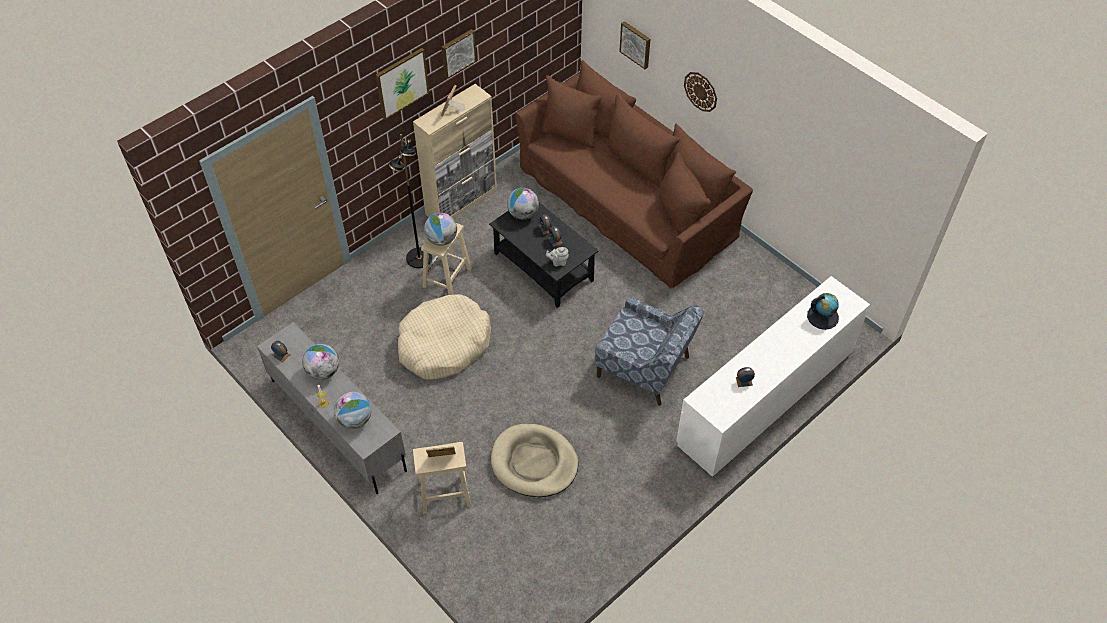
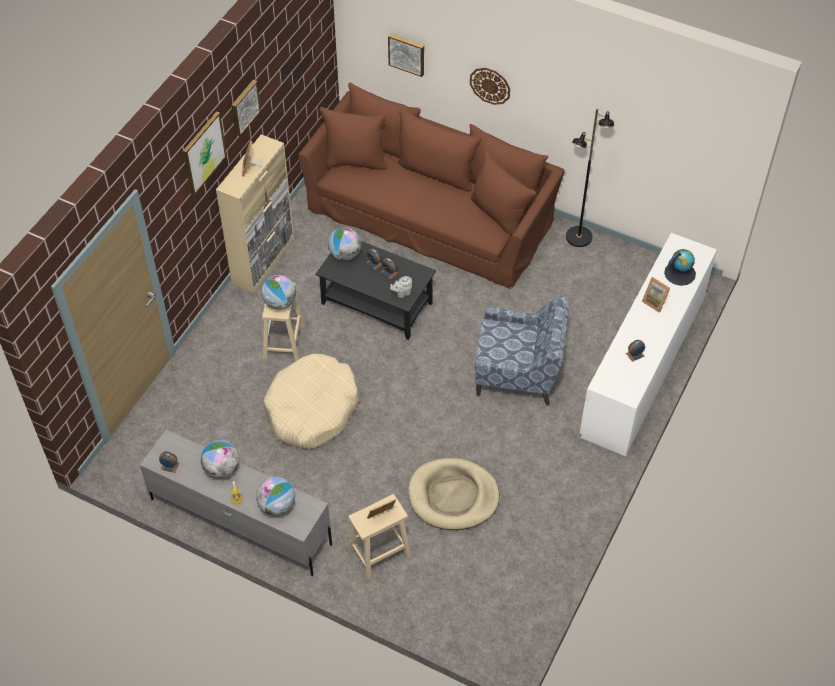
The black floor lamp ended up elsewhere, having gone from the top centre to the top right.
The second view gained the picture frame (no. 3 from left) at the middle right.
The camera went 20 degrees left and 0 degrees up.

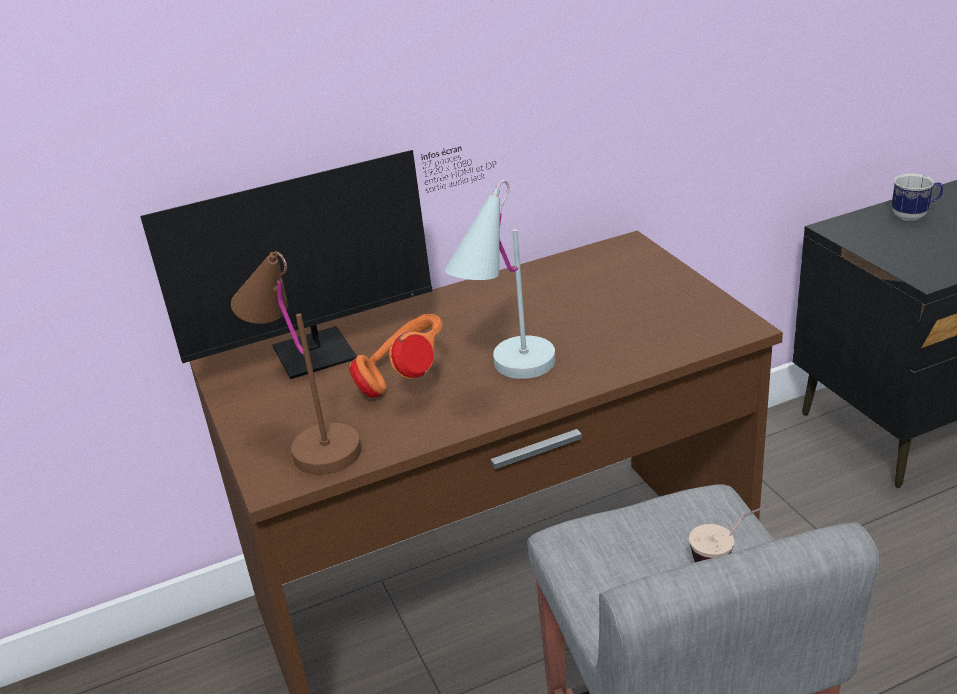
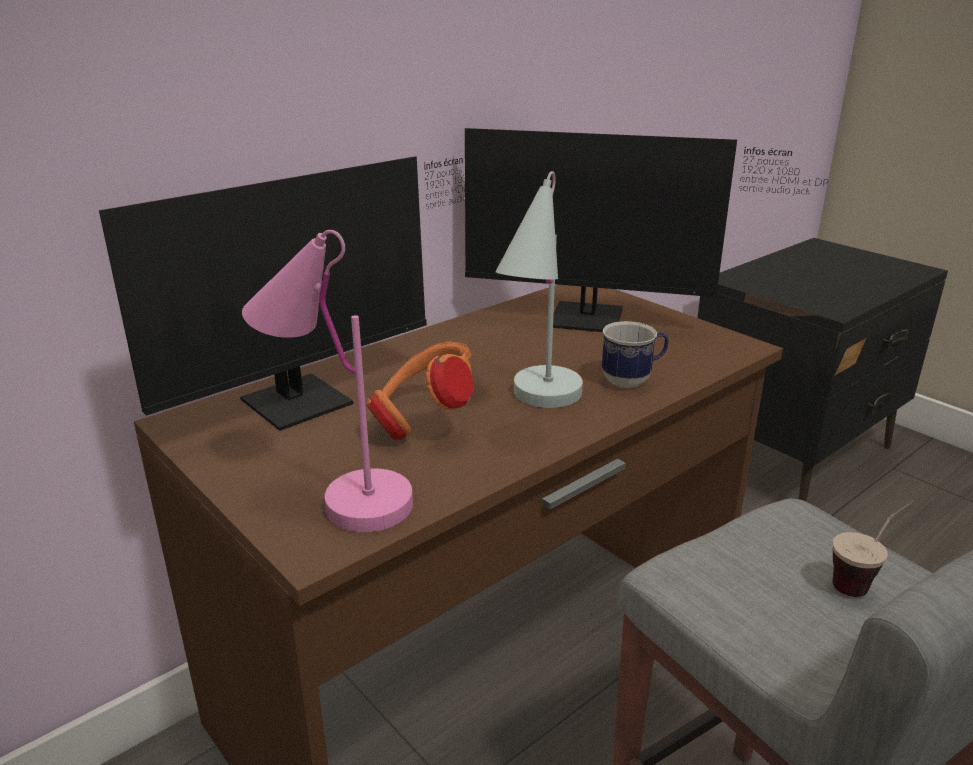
What was the brown table lamp at the middle left turned into the pink table lamp at the centre.
The second view gained the monitor (no. 2 from left) at the top centre.
The mug ended up elsewhere, having gone from the top right to the centre.
The camera went 20 degrees left and 5 degrees down.

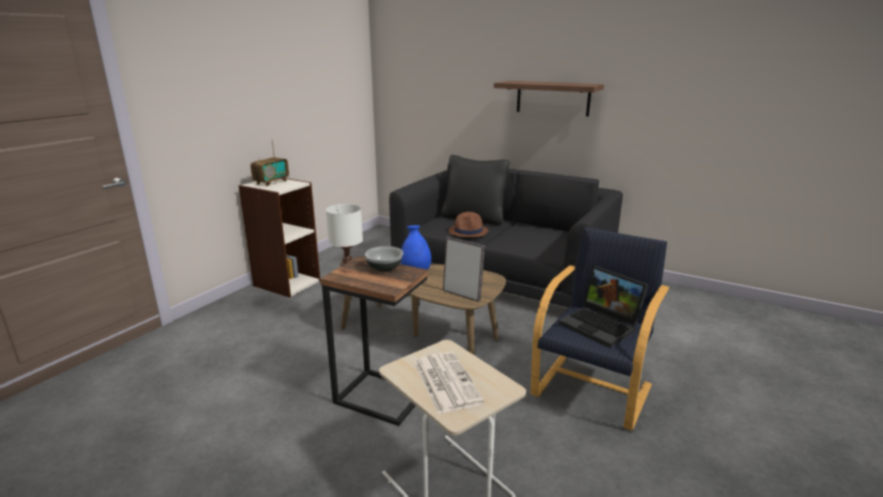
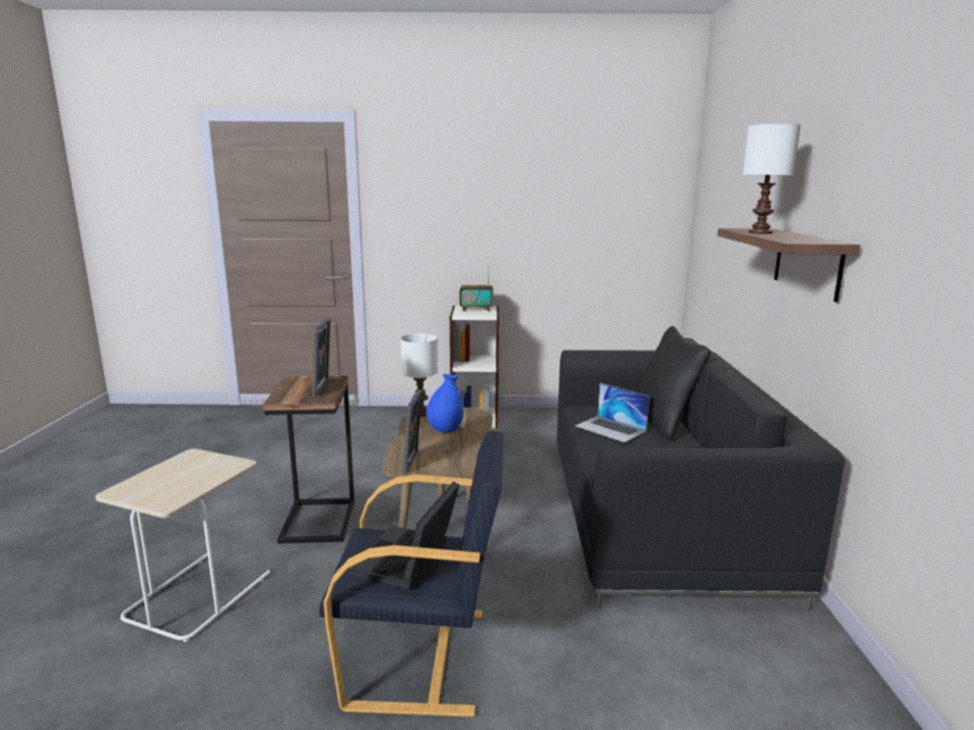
Where the bowl stood at the centre, the picture frame (no. 1 from left) came to stand at the middle left.
Where the brown hat stood at the centre, the laptop (no. 2 from left) came to stand at the centre.
The second view gained the white table lamp (no. 2 from left) at the top right.
The second view lost the newspaper at the bottom centre.
The camera went 60 degrees right and 5 degrees down.

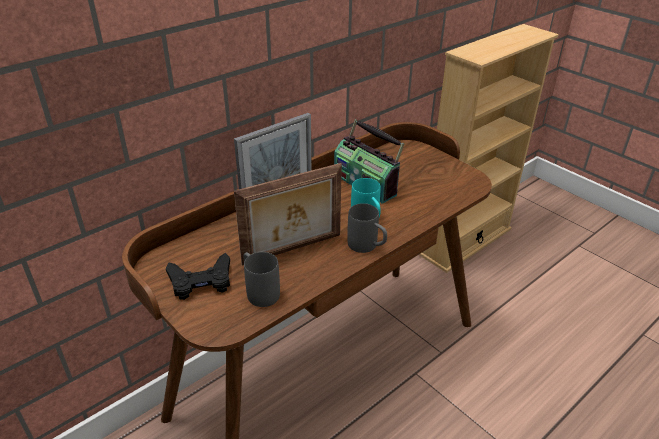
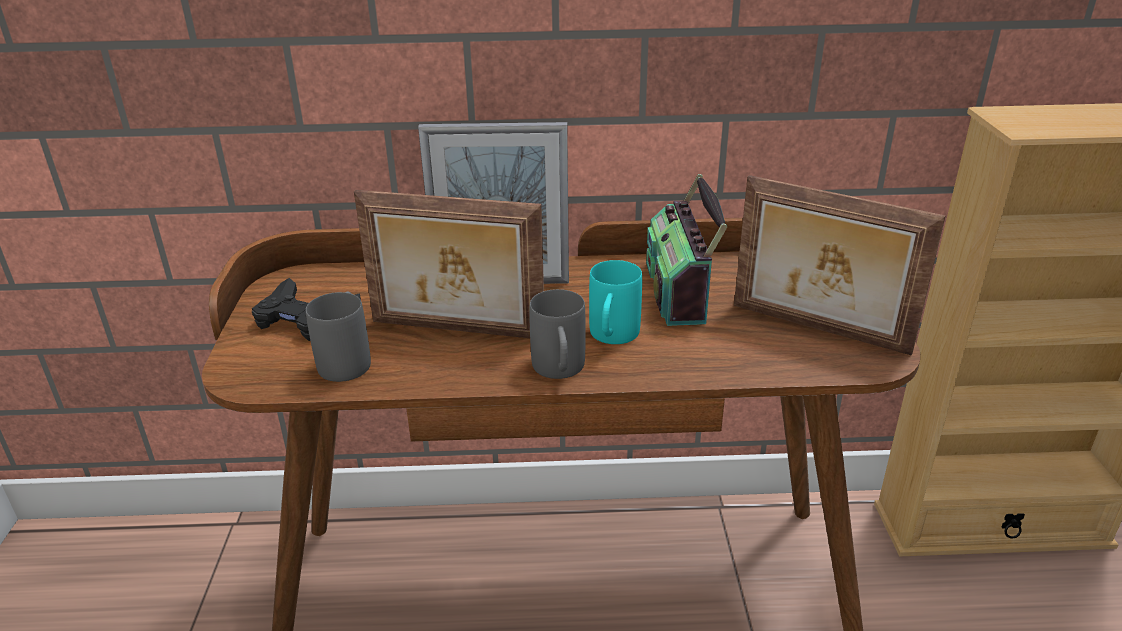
The second view gained the picture frame (no. 3 from left) at the middle right.
The camera went 40 degrees right and 5 degrees down.

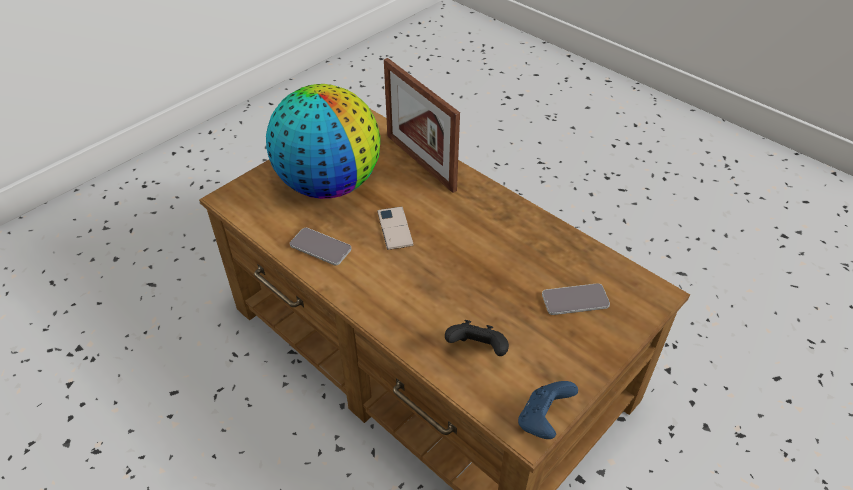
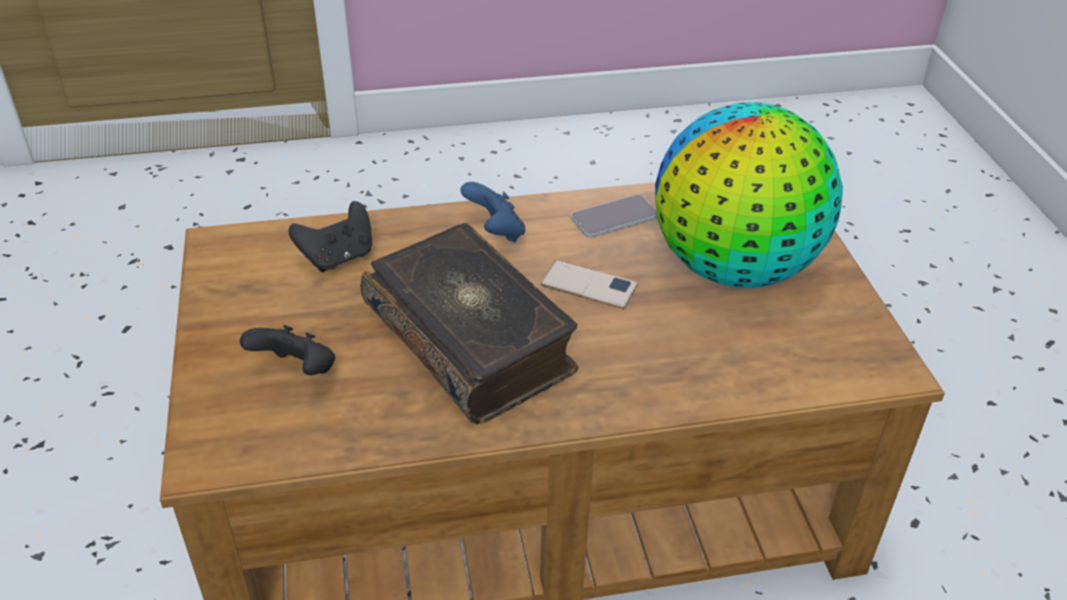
Where the phone (no. 3 from left) stood at the middle right, the black game controller (no. 1 from left) came to stand at the middle left.
The second view gained the book at the centre.
The blue game controller ended up elsewhere, having gone from the bottom centre to the centre.
The second view lost the picture frame at the top centre.
The camera went 125 degrees right and 5 degrees down.

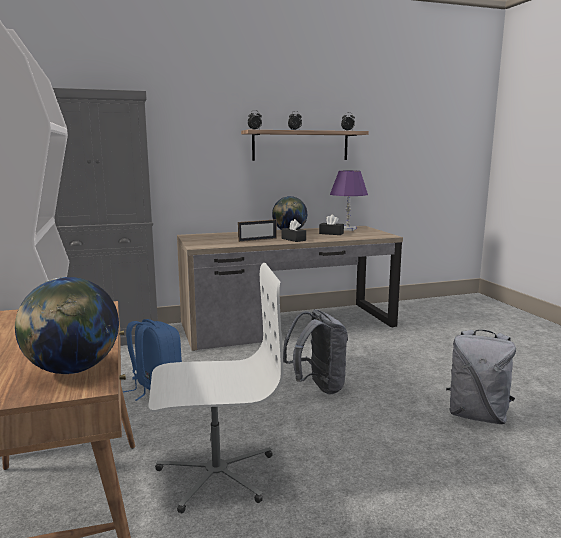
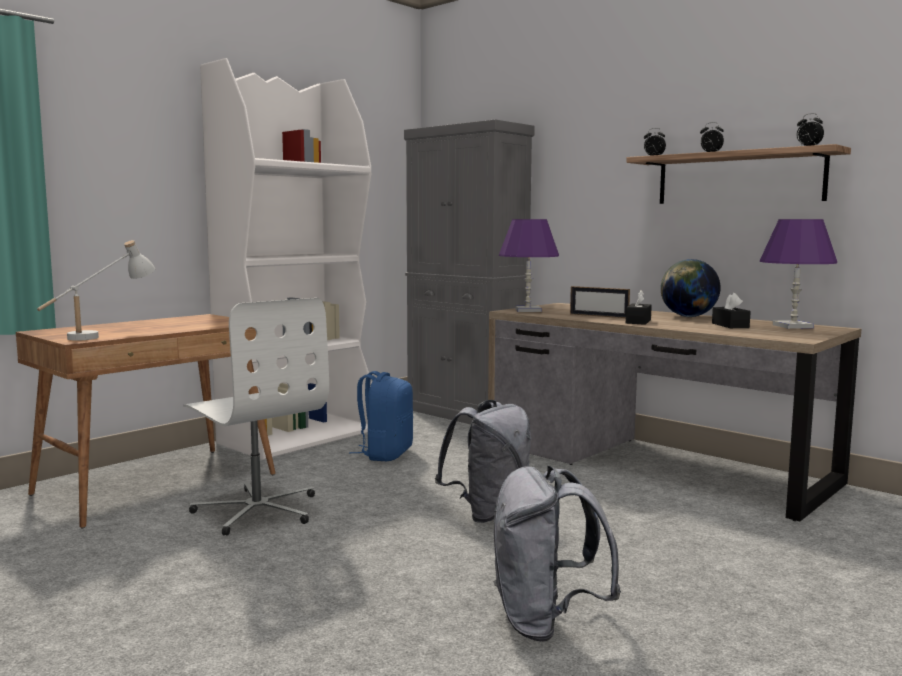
Where the globe (no. 1 from left) stood at the middle left, the white table lamp came to stand at the middle left.
The second view gained the purple table lamp (no. 1 from left) at the centre.
The camera went 60 degrees right and 5 degrees down.

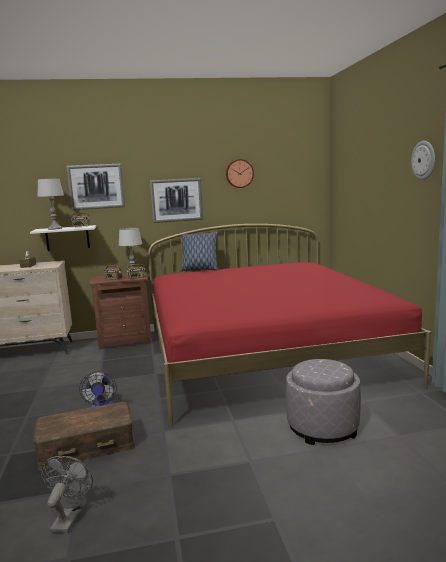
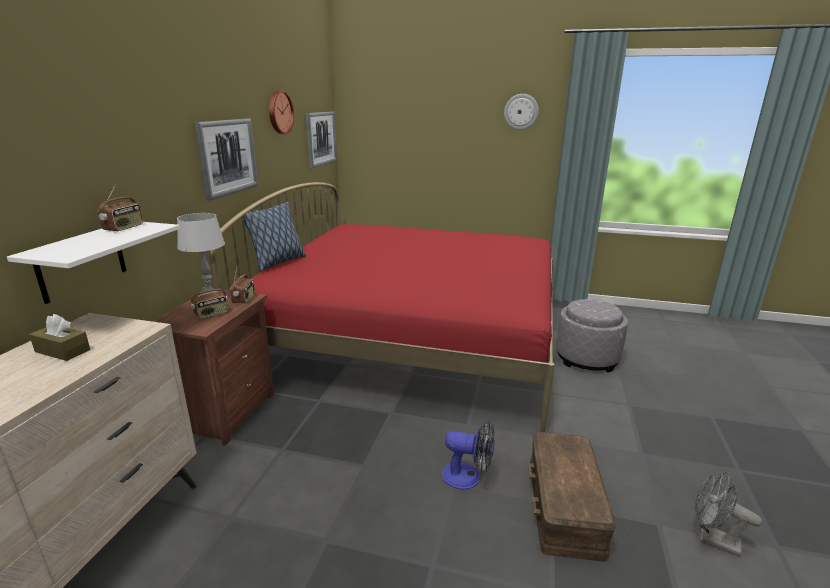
The picture (no. 1 from left in the first image) ended up elsewhere, having gone from the top left to the top centre.
The second view lost the grey table lamp (no. 1 from left) at the middle left.
The camera went 65 degrees left and 10 degrees up.

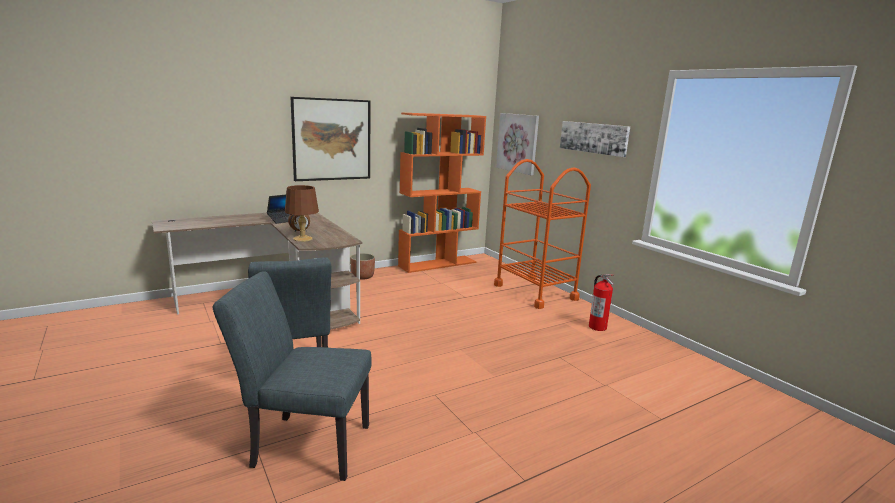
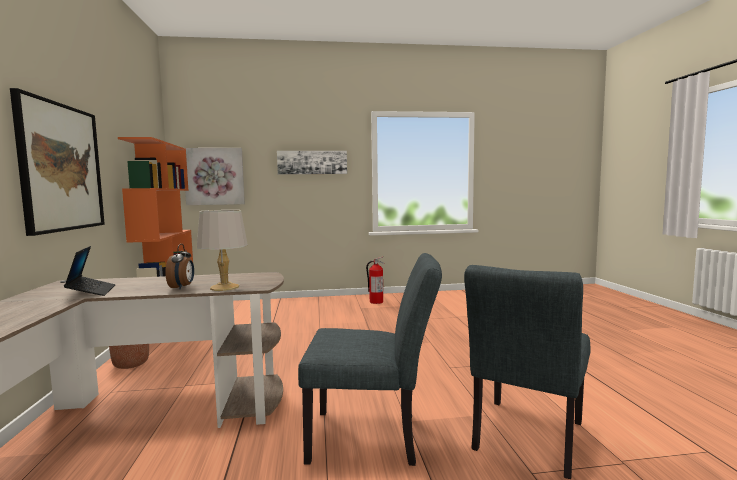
What was the brown table lamp at the centre turned into the grey table lamp at the middle left.
The second view lost the orange cart at the centre.
The camera went 65 degrees left and 10 degrees down.

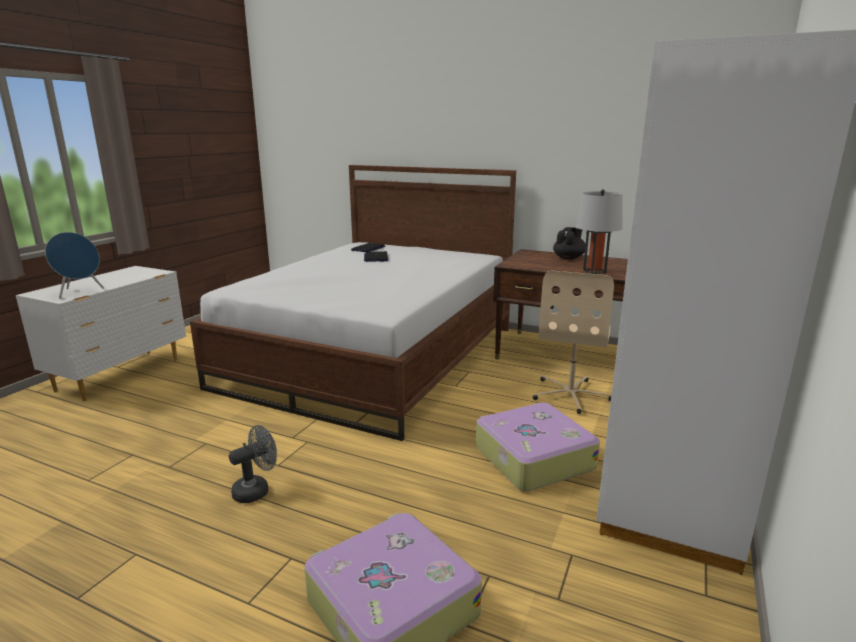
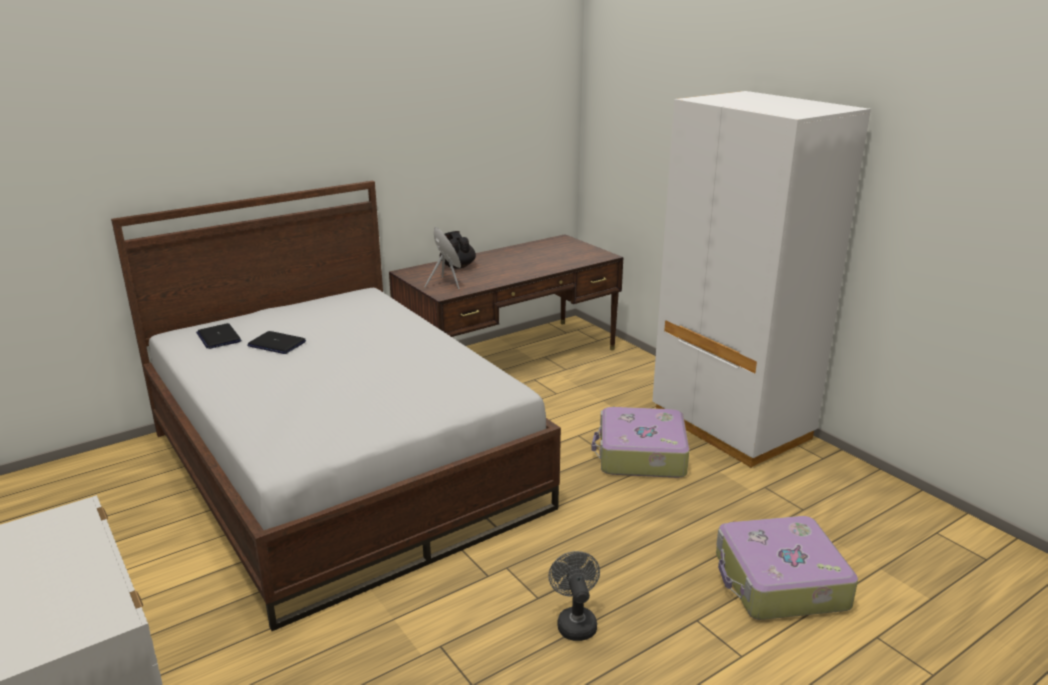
The blue speaker ended up elsewhere, having gone from the middle left to the centre.
The second view lost the beige office chair at the middle right.
The second view lost the grey table lamp at the middle right.
The camera went 60 degrees left and 5 degrees up.

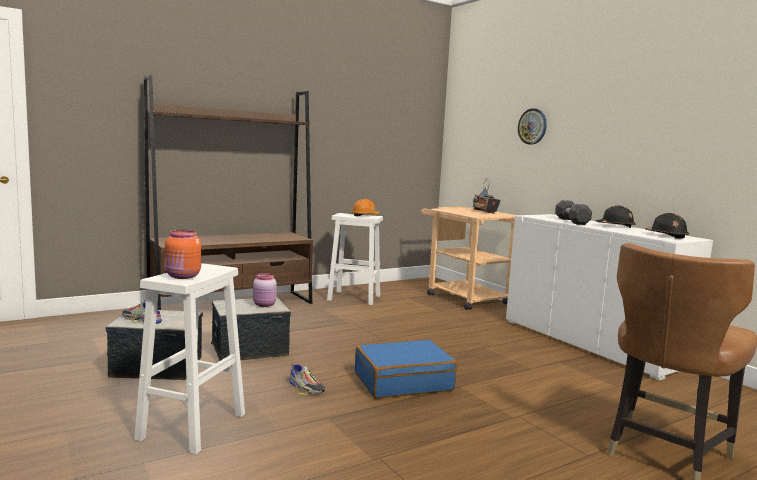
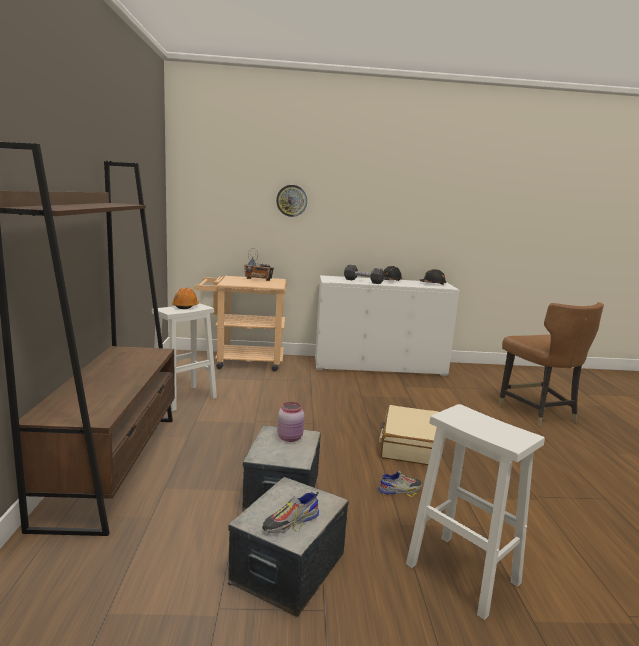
What was the blue suitcase at the bottom centre turned into the beige suitcase at the bottom centre.
The second view lost the orange jar at the middle left.
The camera went 60 degrees left and 5 degrees up.

